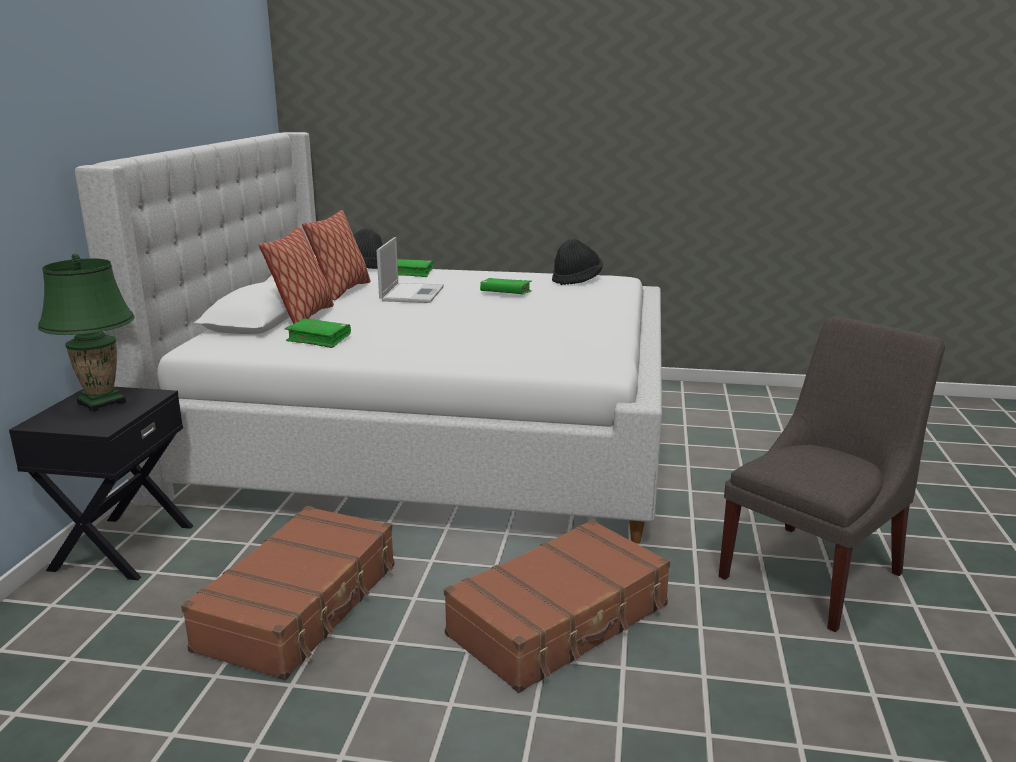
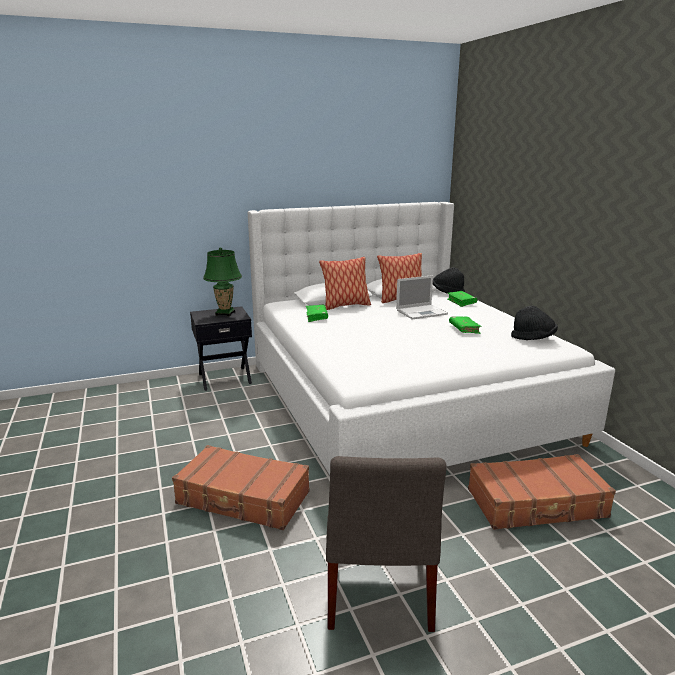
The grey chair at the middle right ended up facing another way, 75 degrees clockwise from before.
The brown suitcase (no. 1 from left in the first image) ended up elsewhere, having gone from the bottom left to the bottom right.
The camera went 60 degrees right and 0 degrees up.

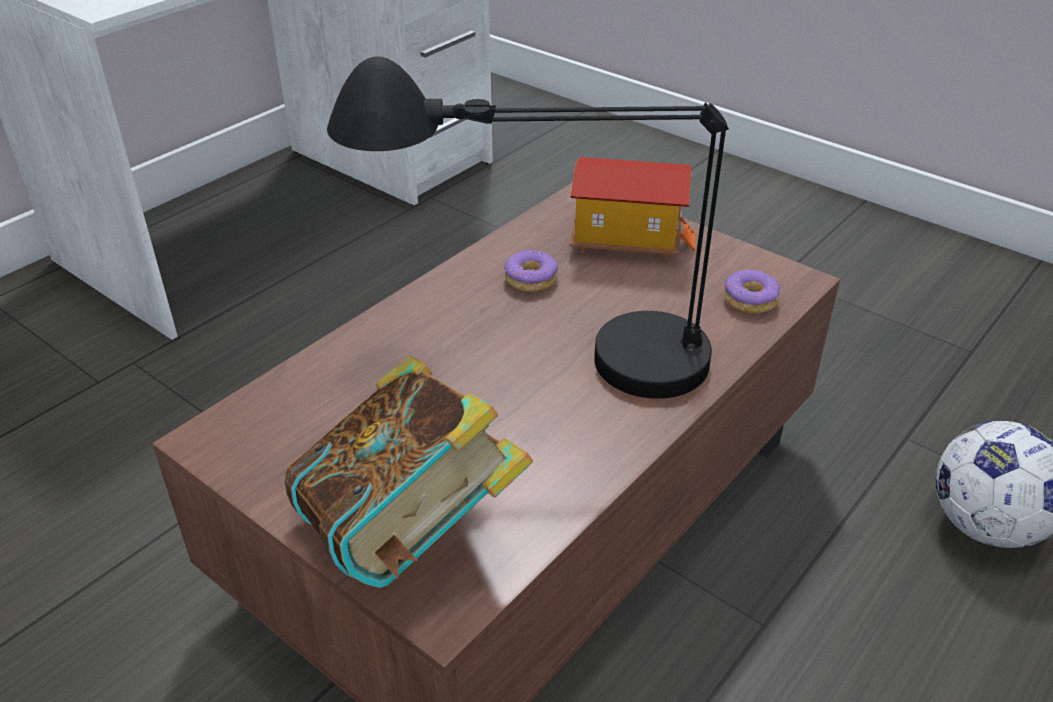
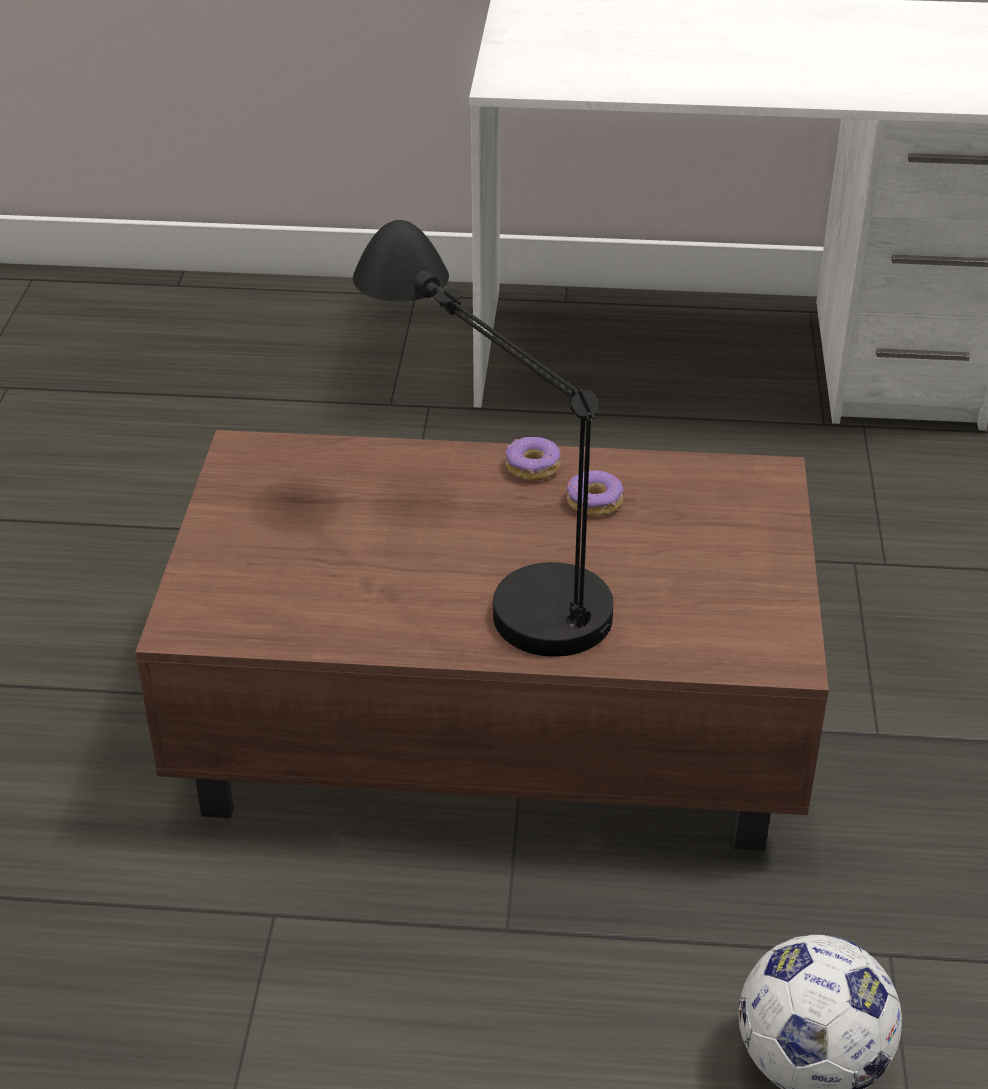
The donut (no. 2 from left in the first image) ended up elsewhere, having gone from the middle right to the centre.
The second view lost the book at the bottom centre.
The second view lost the toy house at the top centre.
The camera went 55 degrees right and 0 degrees up.

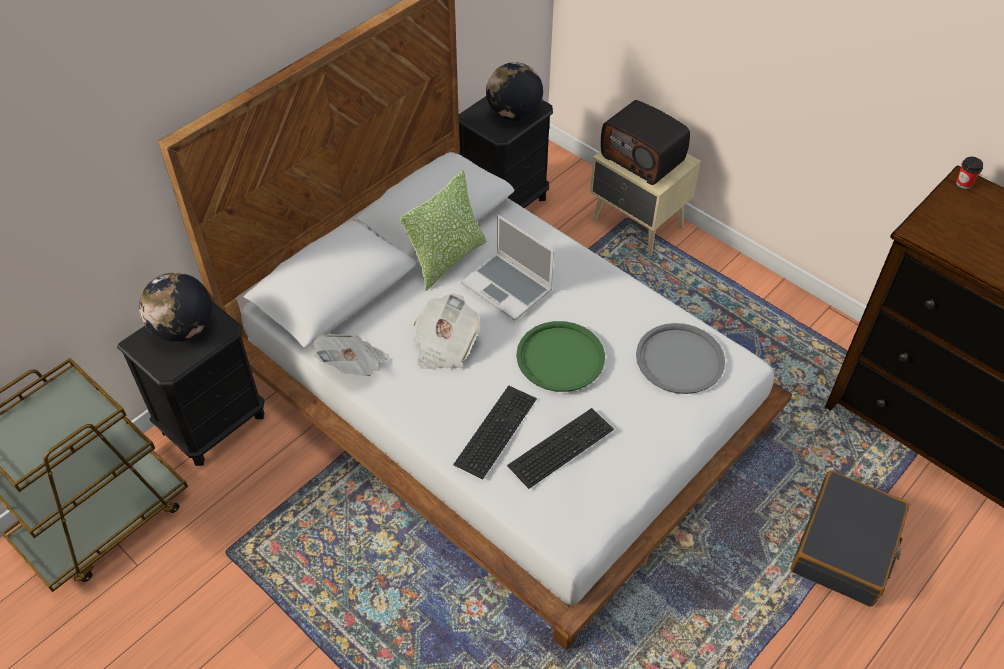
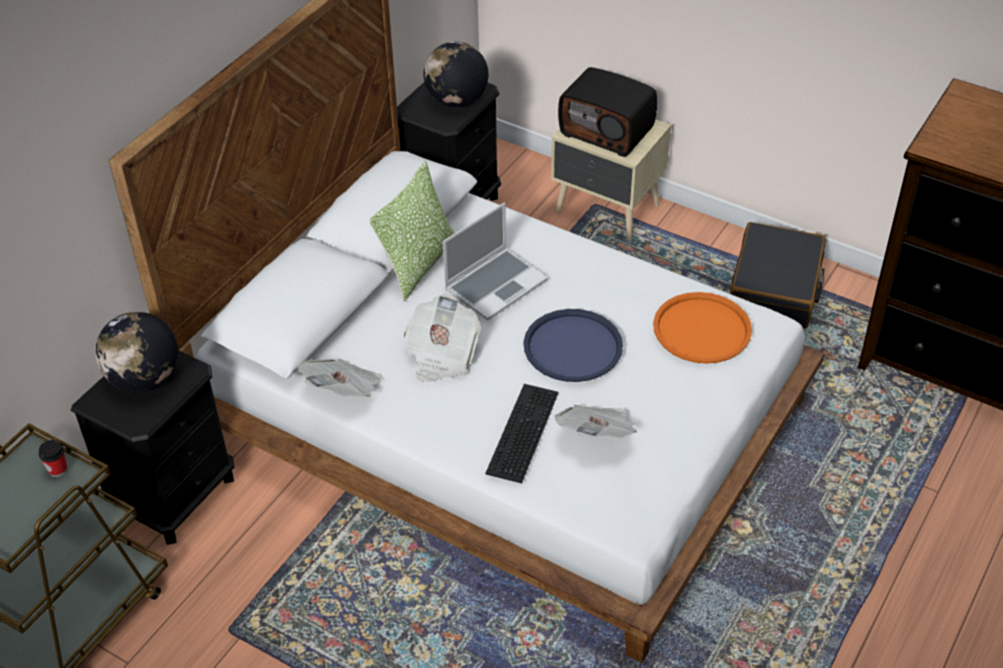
The cup ended up elsewhere, having gone from the top right to the bottom left.
The laptop at the centre ended up facing another way, 75 degrees counterclockwise from before.
What was the green tray at the centre turned into the blue tray at the centre.
Where the keyboard (no. 2 from left) stood at the bottom centre, the newspaper (no. 3 from left) came to stand at the centre.
What was the grey tray at the middle right turned into the orange tray at the middle right.
The black suitcase ended up elsewhere, having gone from the bottom right to the middle right.
The camera went 10 degrees left and 5 degrees down.

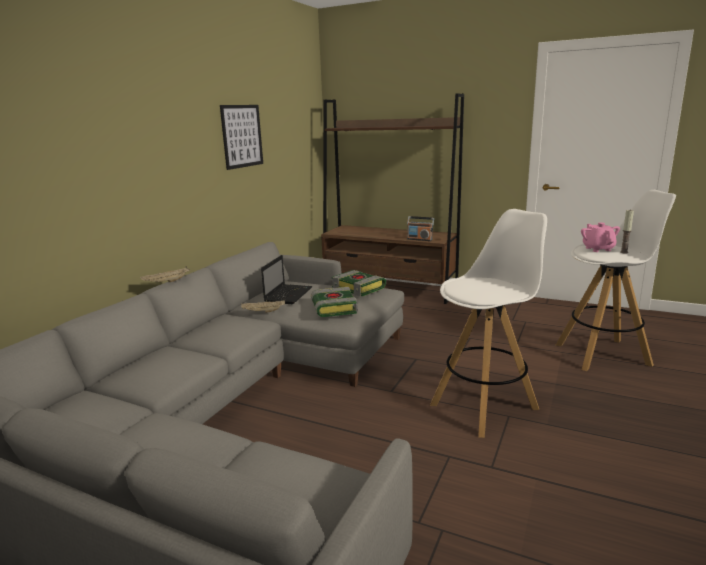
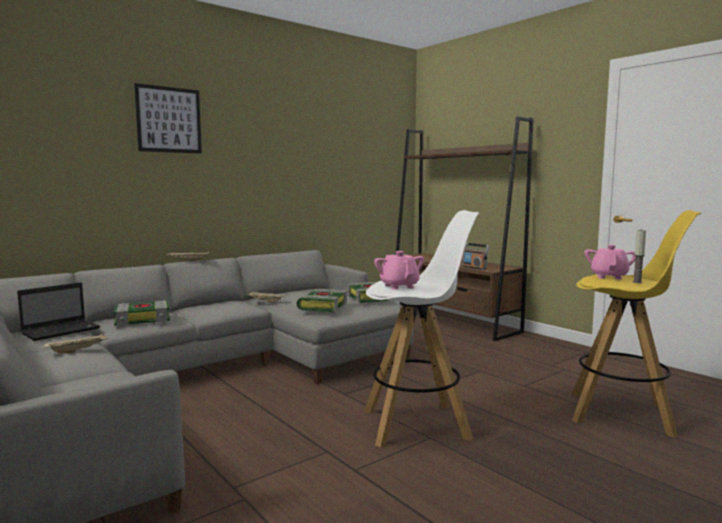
The laptop ended up elsewhere, having gone from the centre to the middle left.
The second view gained the beige tray (no. 1 from left) at the middle left.
The second view gained the book (no. 1 from left) at the middle left.
The picture ended up elsewhere, having gone from the top centre to the top left.
The second view gained the pink teapot (no. 1 from left) at the centre.
What was the white stool (no. 2 from left) at the middle right turned into the yellow stool at the middle right.
The camera went 25 degrees right and 10 degrees down.

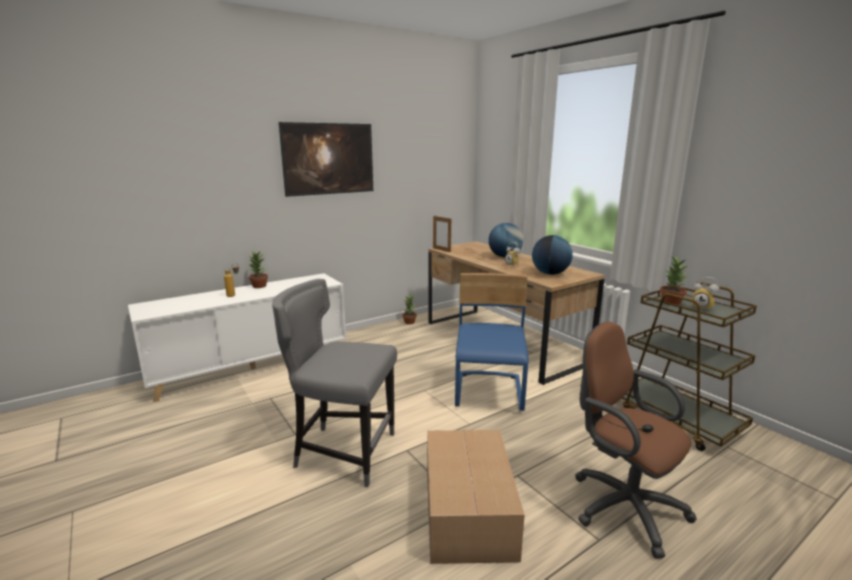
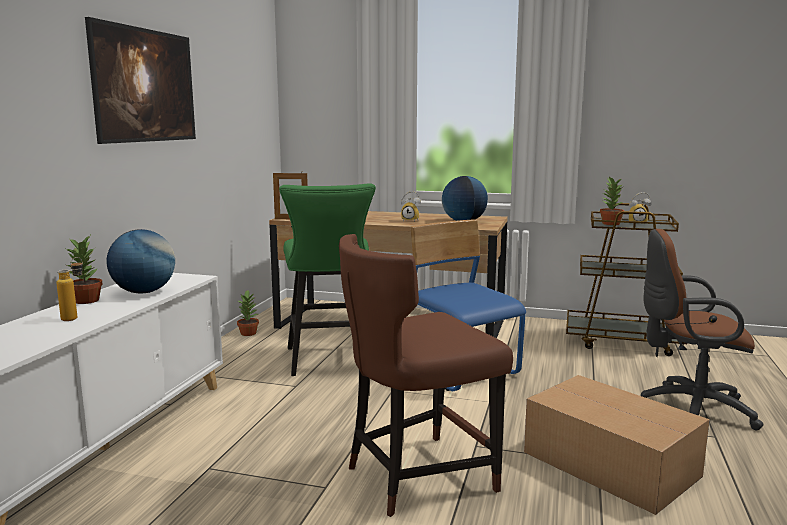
The globe (no. 1 from left) ended up elsewhere, having gone from the centre to the middle left.
The second view gained the green stool at the centre.
What was the grey chair at the centre turned into the brown chair at the bottom centre.
The camera went 40 degrees left and 5 degrees down.

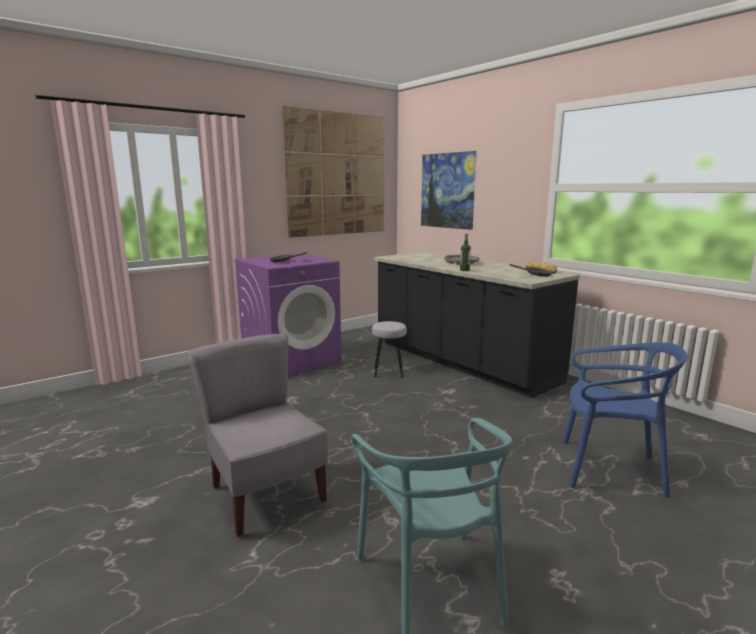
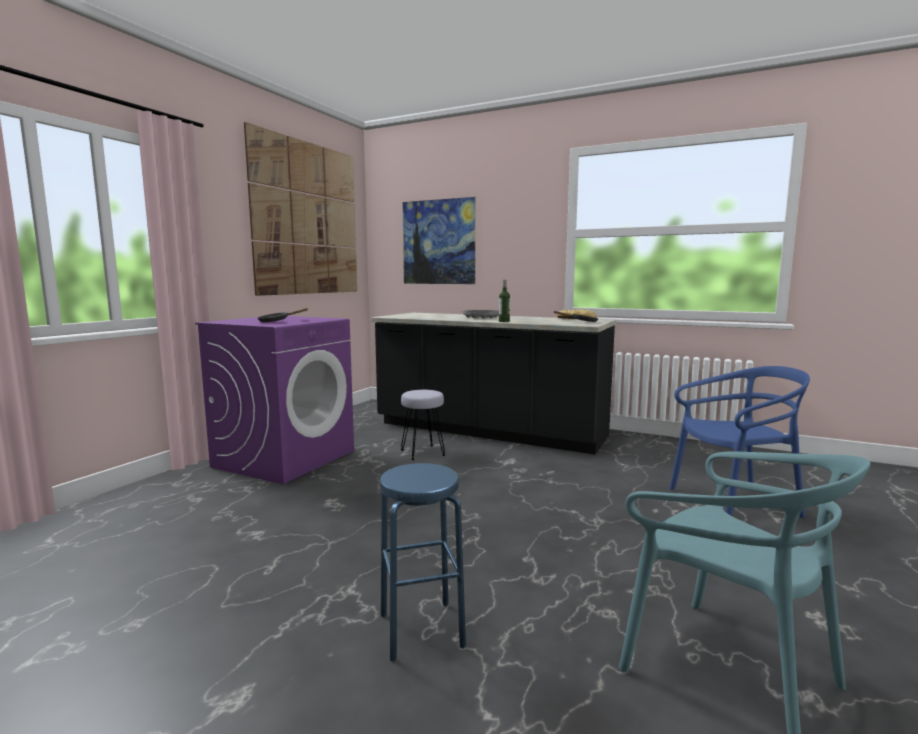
Where the grey chair stood at the bottom centre, the blue stool came to stand at the bottom centre.
The camera went 25 degrees left and 5 degrees down.

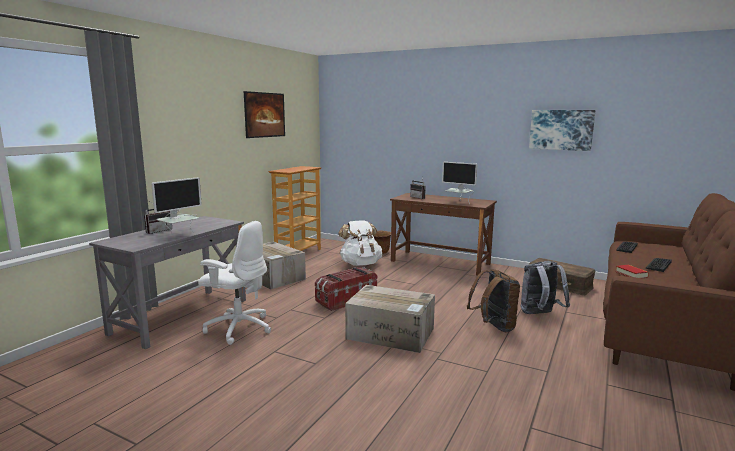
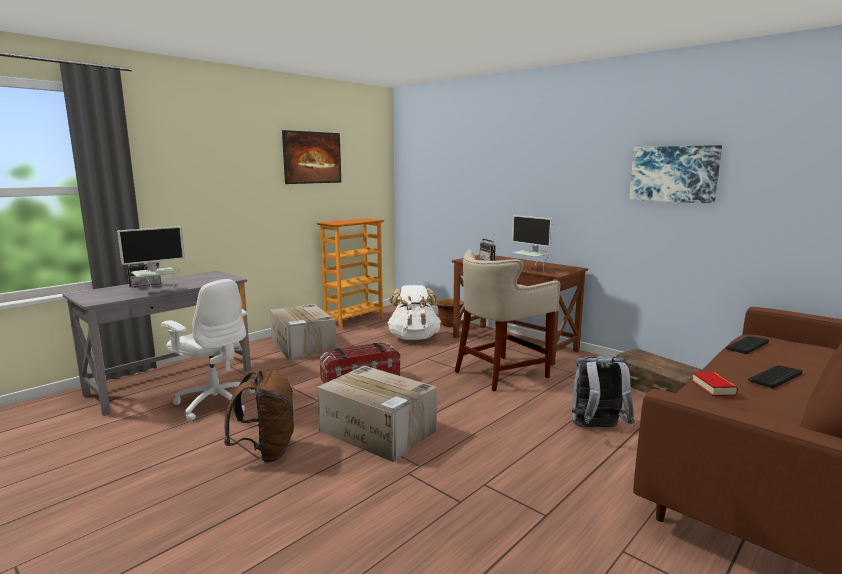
The brown backpack ended up elsewhere, having gone from the middle right to the bottom left.
The second view gained the beige stool at the centre.
The camera went 15 degrees right and 0 degrees up.

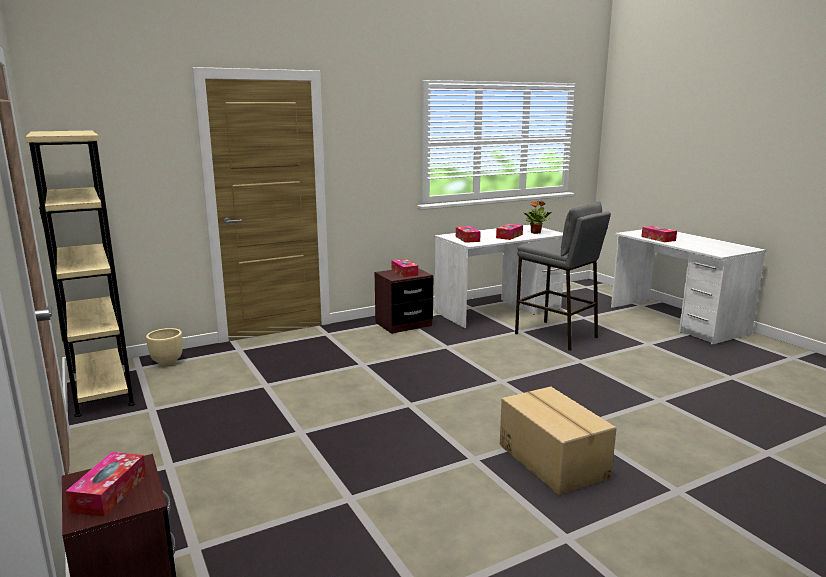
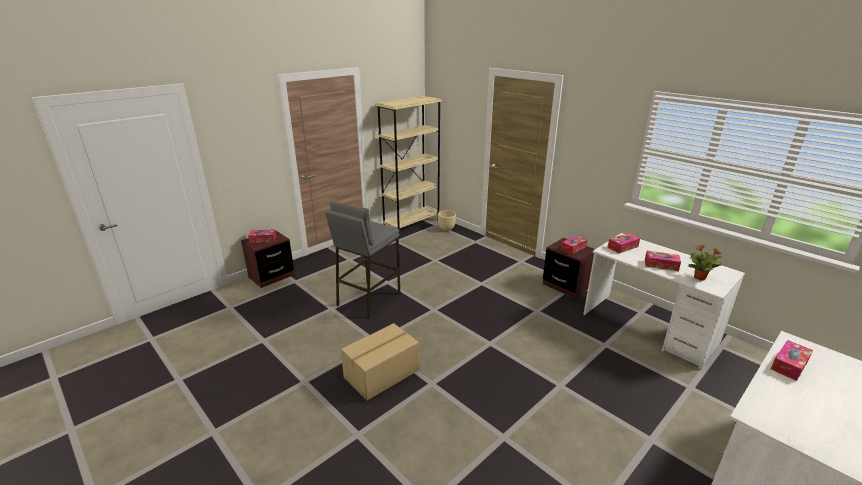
The grey stool ended up elsewhere, having gone from the middle right to the centre.
The camera went 75 degrees right and 10 degrees up.

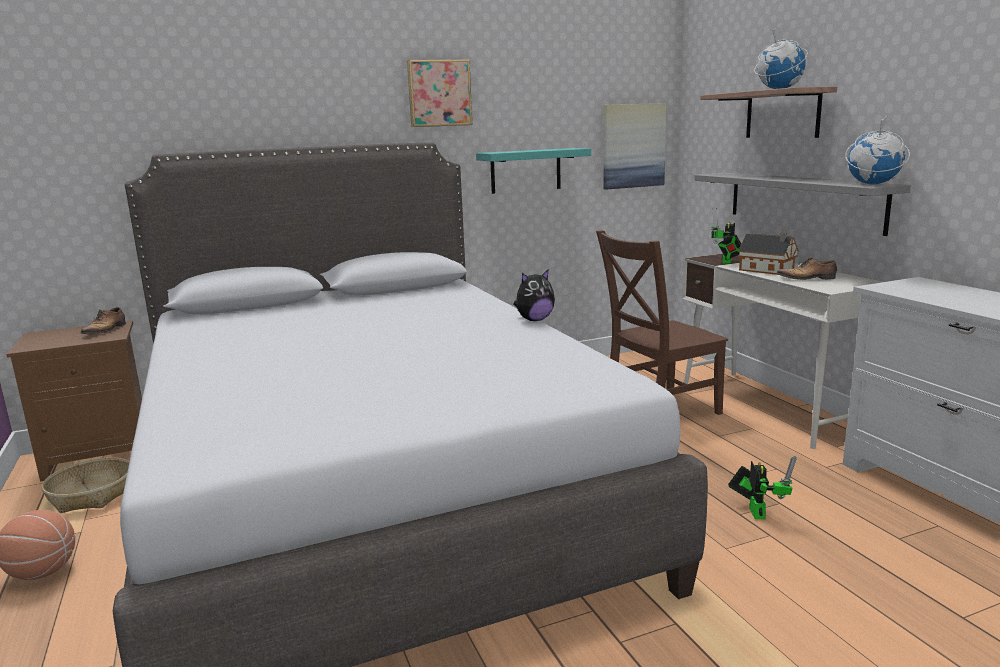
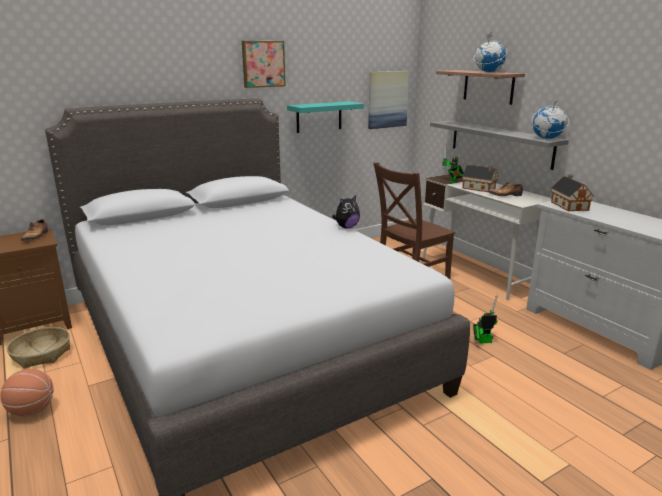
The toy robot (no. 2 from left) at the bottom right ended up facing another way, 90 degrees counterclockwise from before.
The second view gained the toy house (no. 2 from left) at the middle right.
The camera went 10 degrees left and 5 degrees up.

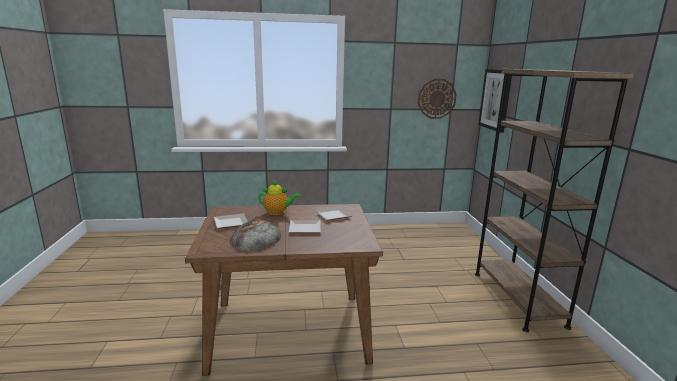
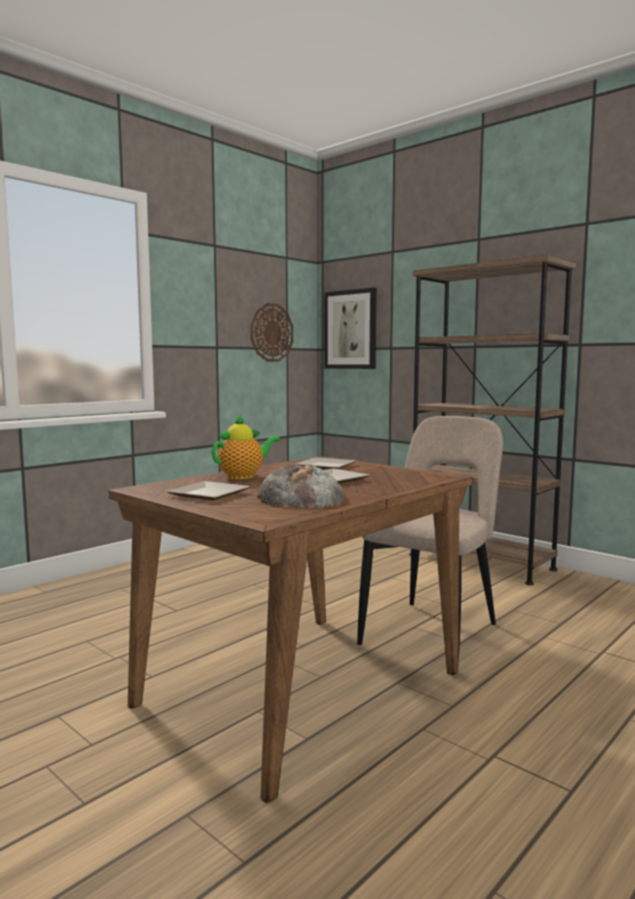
The second view gained the beige chair at the middle right.
The camera went 40 degrees left and 10 degrees down.

